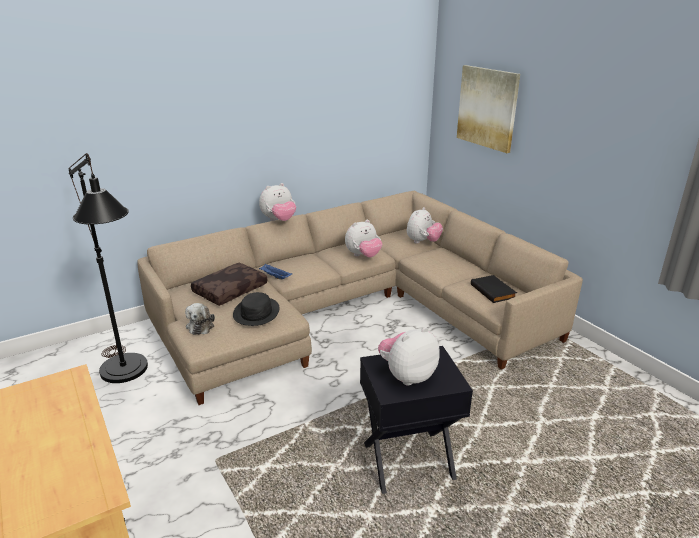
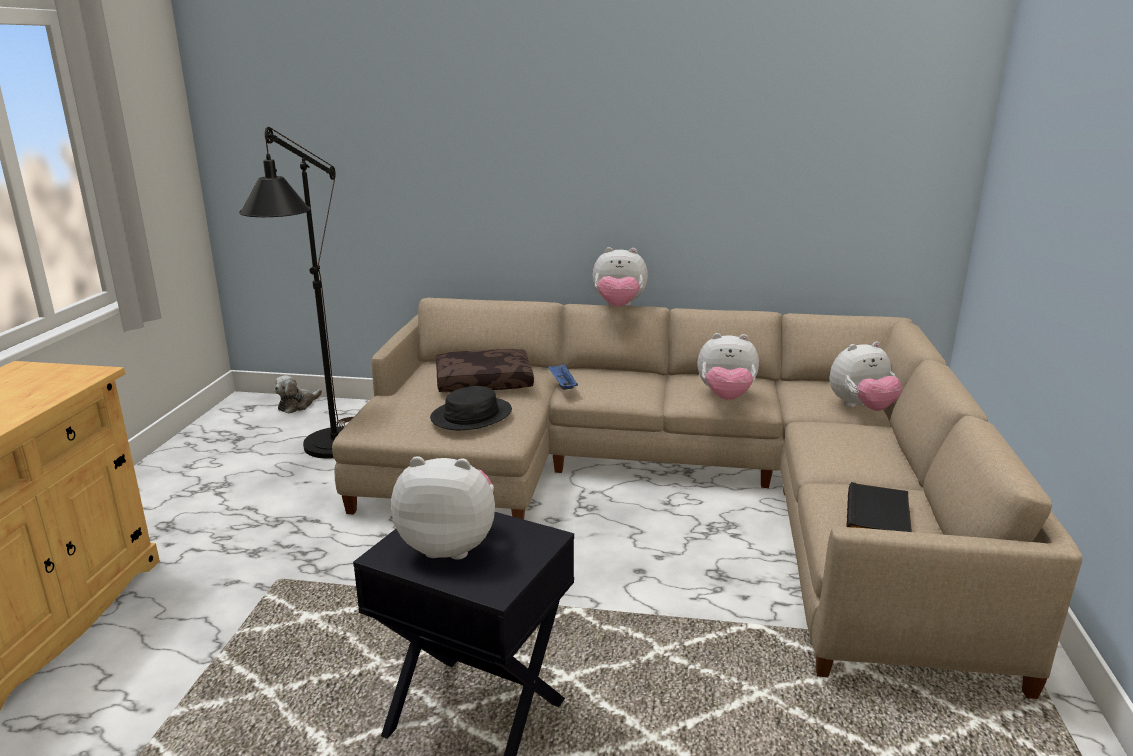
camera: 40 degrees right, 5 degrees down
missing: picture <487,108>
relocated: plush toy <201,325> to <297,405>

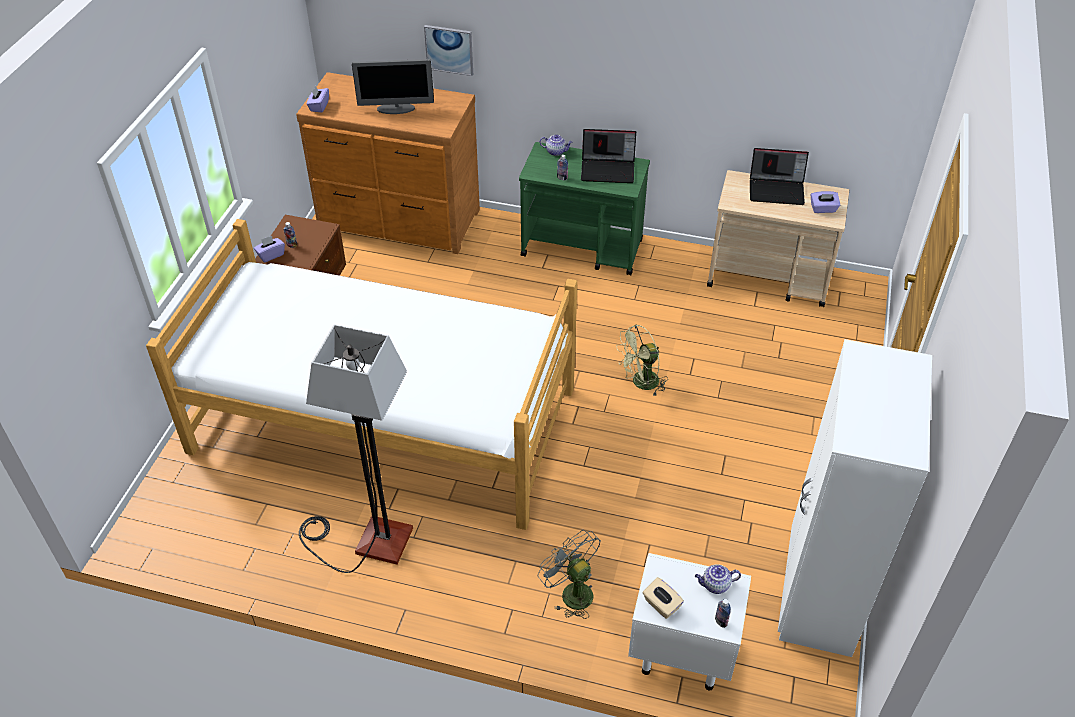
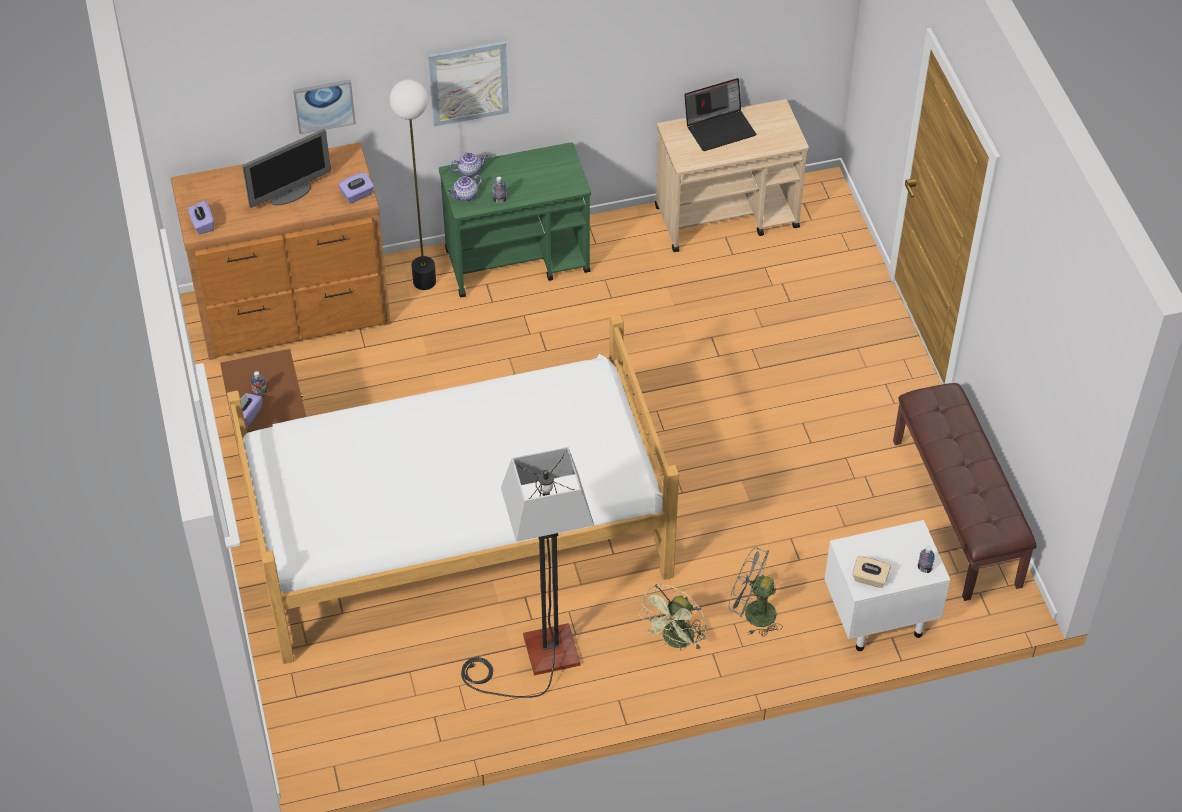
camera: 30 degrees left, 5 degrees up
missing: laptop <608,169>
appeared: floor lamp <425,281>; picture <468,83>
relocated: fan (green) <640,383> to <675,641>; teapot <715,585> to <465,196>; tissue box (purple) <823,209> to <357,195>
exchanged: wardrobe (white) <818,593> to bench (brown) <957,512>

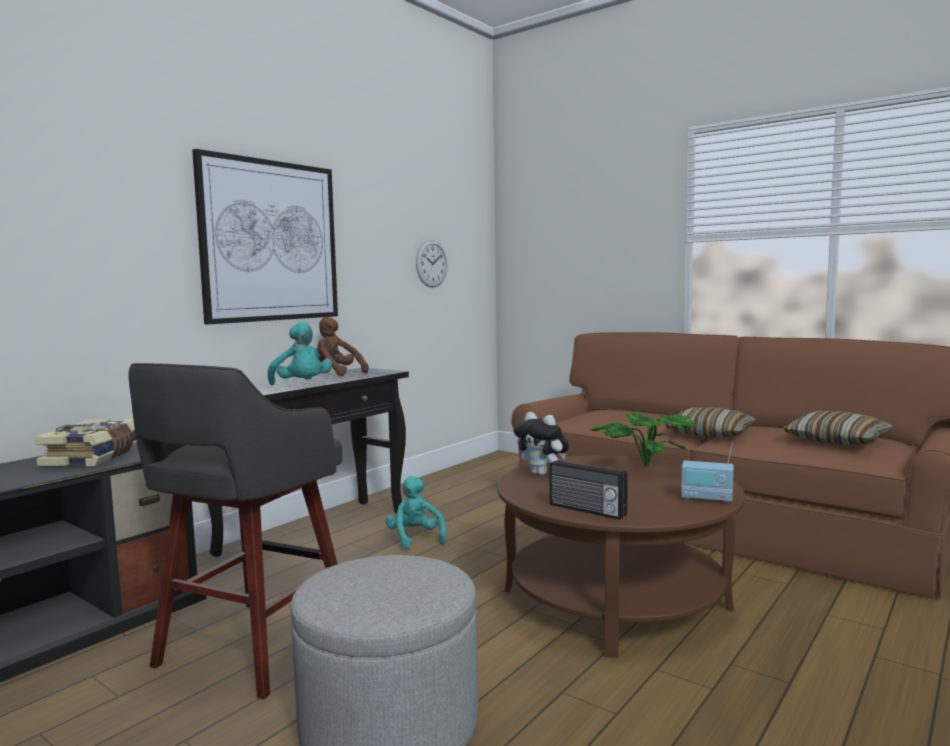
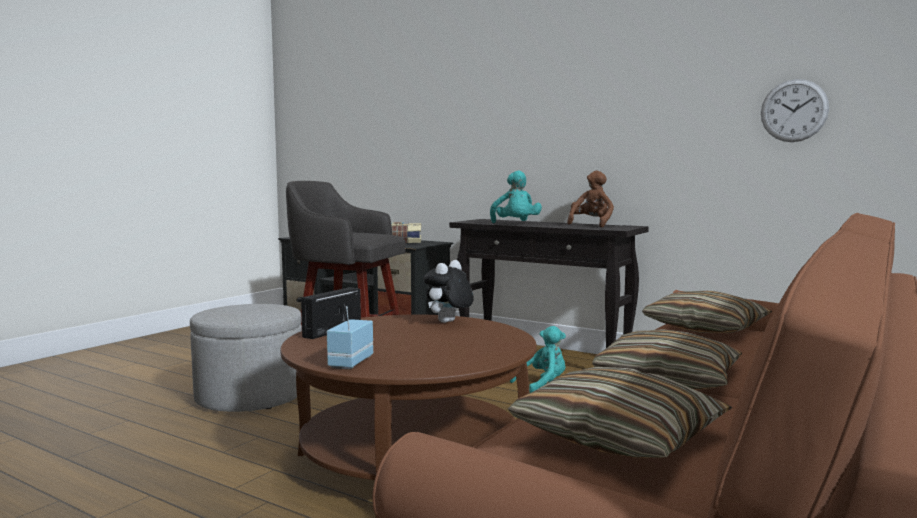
camera: 85 degrees right, 0 degrees up
missing: picture <270,241>; potted plant <643,467>
appeared: pillow <705,328>
spun: plush toy (turquoise) <302,386> = <515,224> 60 degrees counterclockwise

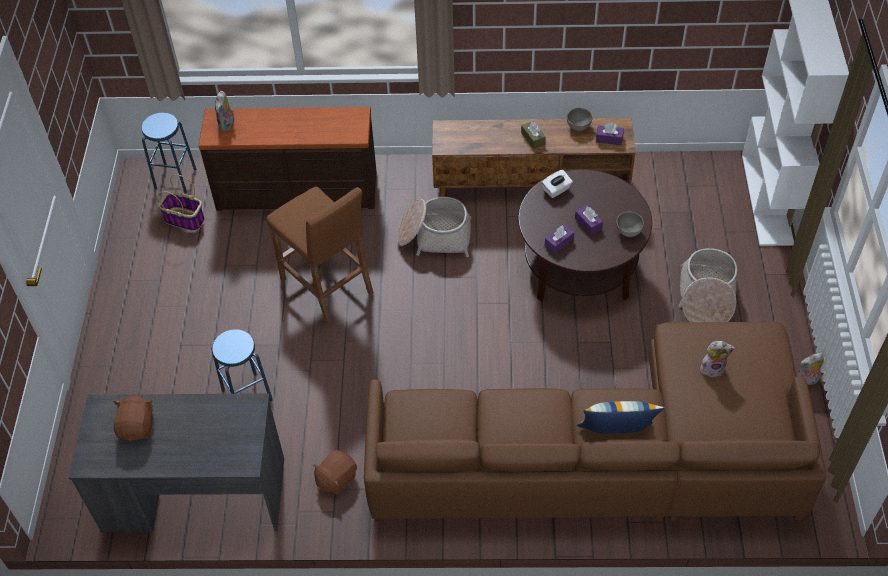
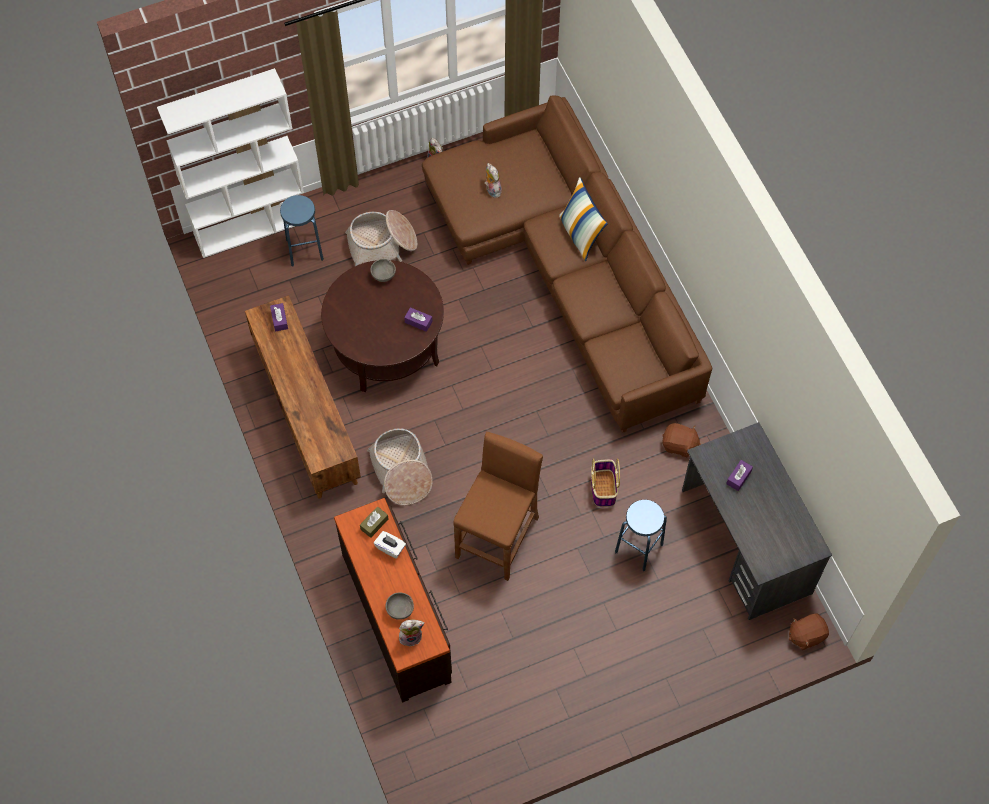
camera: 115 degrees left, 10 degrees up
relocated: plush toy (brown) <137,427> to <806,635>; stool (blue) <175,178> to <304,249>; basket <185,219> to <603,488>; tissue box (brown) <533,138> to <374,524>; tissue box (white) <556,190> to <390,548>; bowl (grey) <578,126> to <400,610>; tissue box (purple) <588,223> to <738,477>

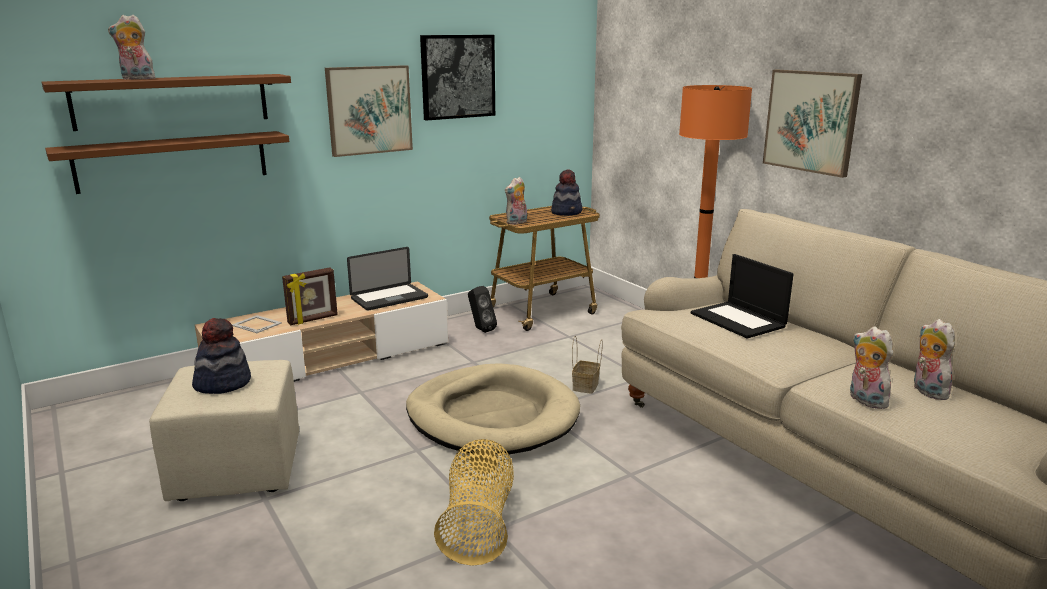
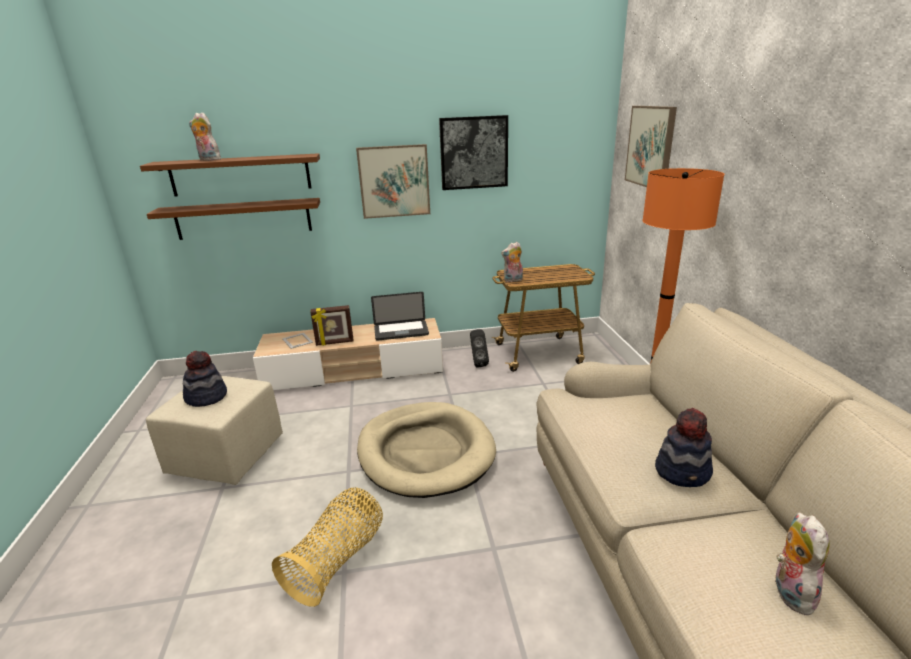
camera: 25 degrees right, 5 degrees up
missing: basket <586,387>; laptop <739,320>; plush toy <864,400>
relocated: hat <567,212> to <683,471>; picture <811,121> to <650,146>

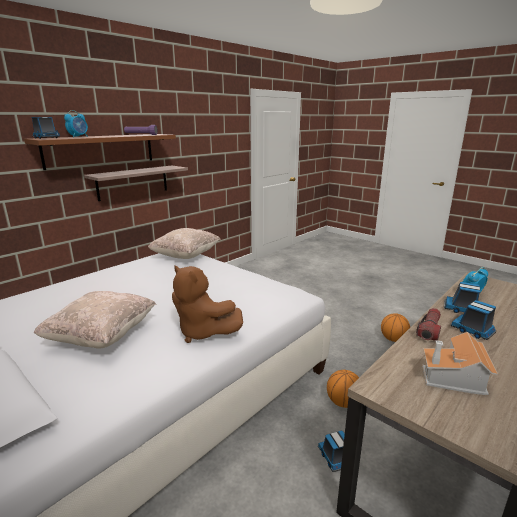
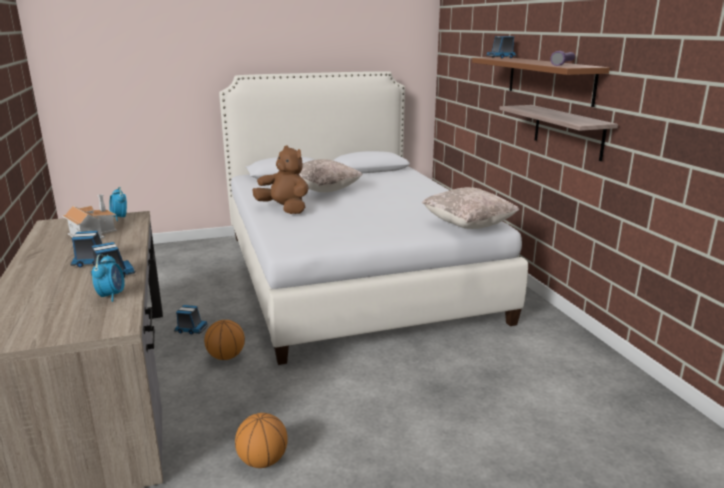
camera: 120 degrees right, 0 degrees up
missing: flashlight <429,330>
relocated: alarm clock <78,137> to <119,218>
spun: plush toy (brown) <202,332> = <284,209> 60 degrees clockwise

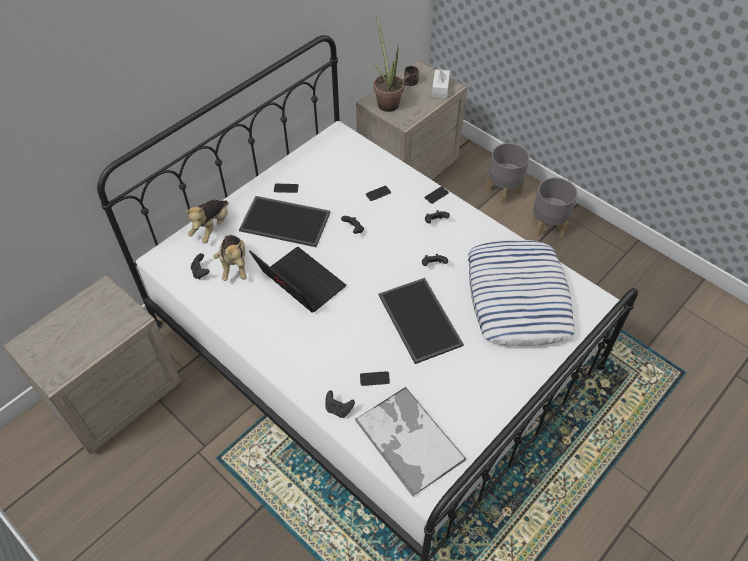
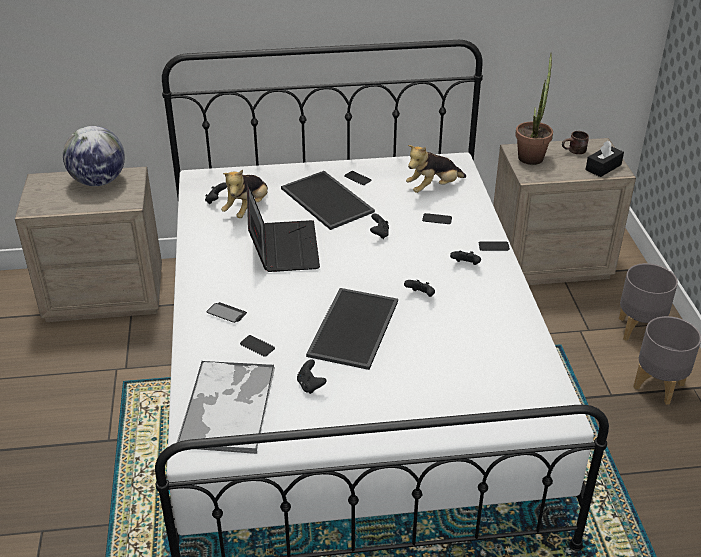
camera: 40 degrees right, 15 degrees down
missing: pillow <517,298>
appeared: globe <98,181>; phone <226,313>
relocated: plush toy <211,228> to <433,188>; game controller (black) <338,409> to <310,385>
colour: tissue box (white) <440,88> to tissue box (black) <603,167>

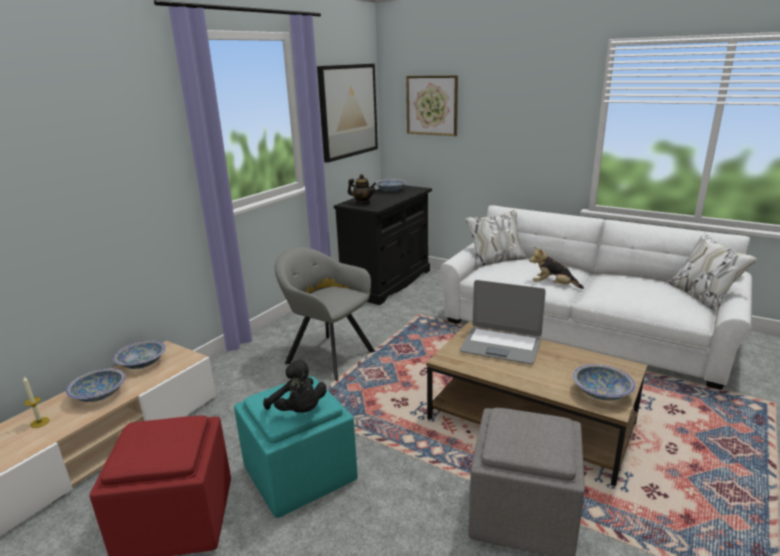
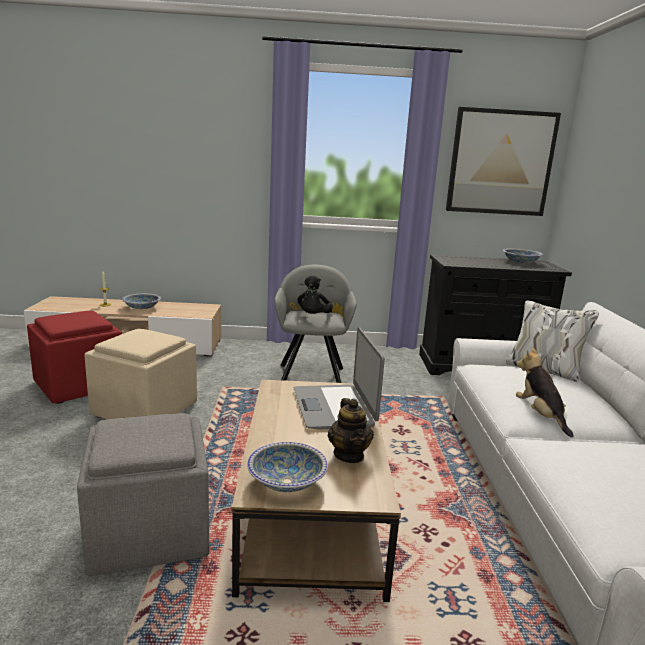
camera: 55 degrees right, 5 degrees down
missing: bowl <142,363>; picture <432,105>
relocated: plush toy (black) <299,411> to <313,317>; teapot <362,203> to <349,455>
colour: ottoman (turquoise) <299,475> to ottoman (beige) <144,410>

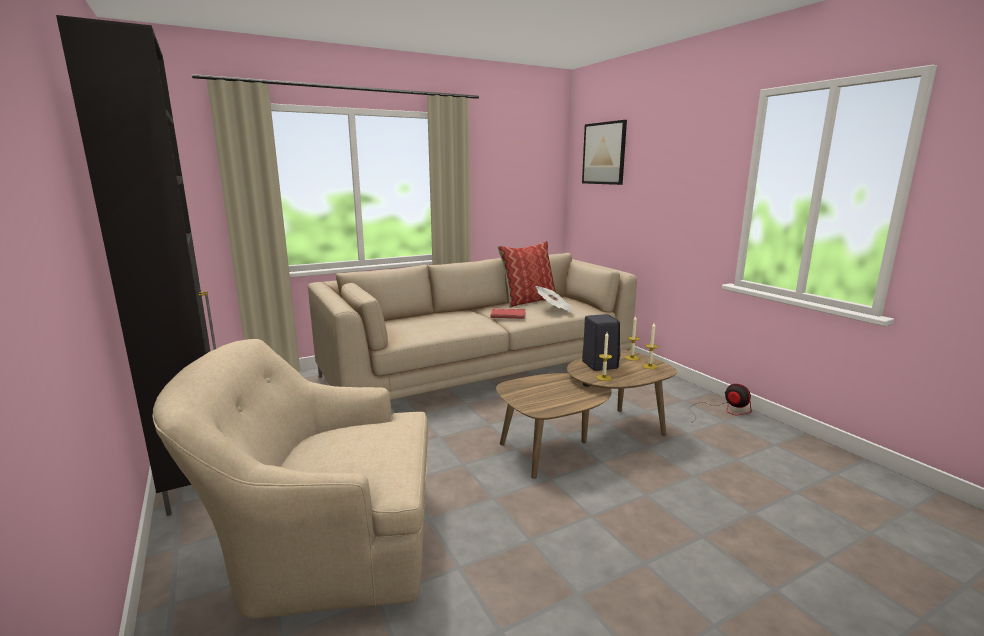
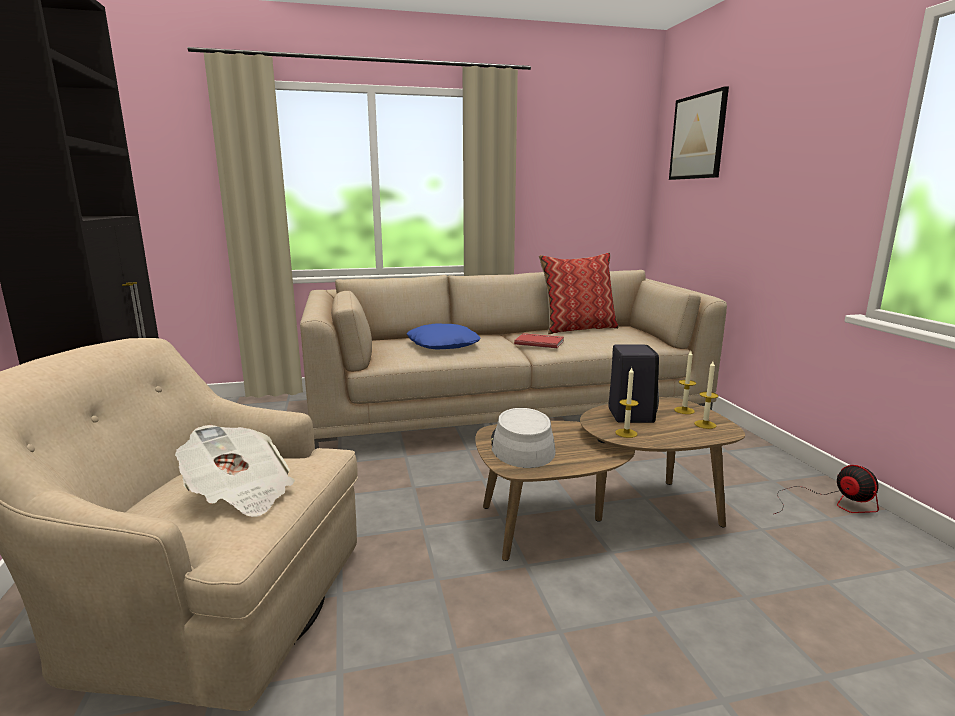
camera: 15 degrees right, 0 degrees up
appeared: pillow (blue) <443,344>; hat (grey) <521,446>
relocated: newspaper <555,309> to <240,494>

